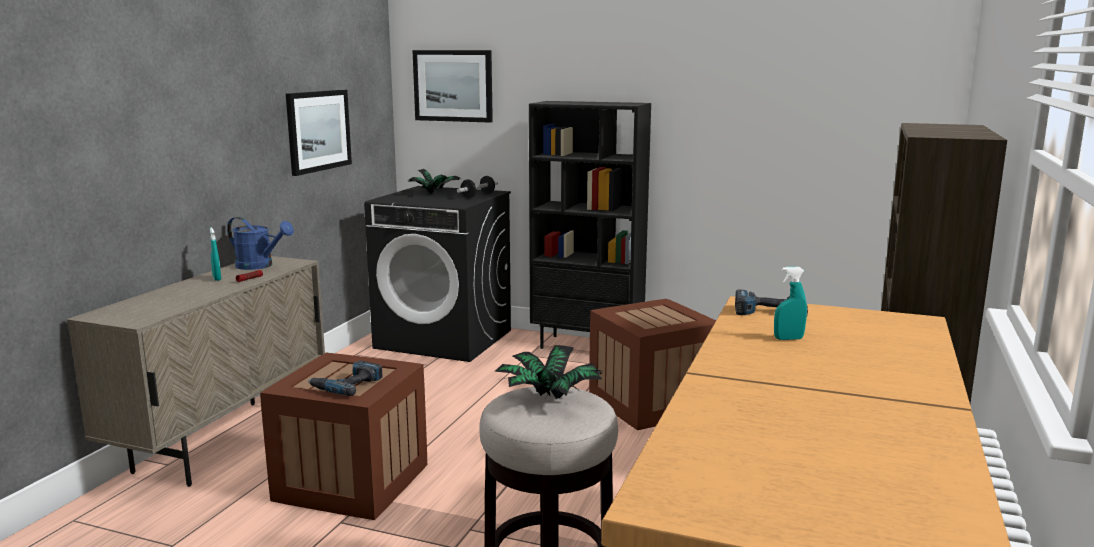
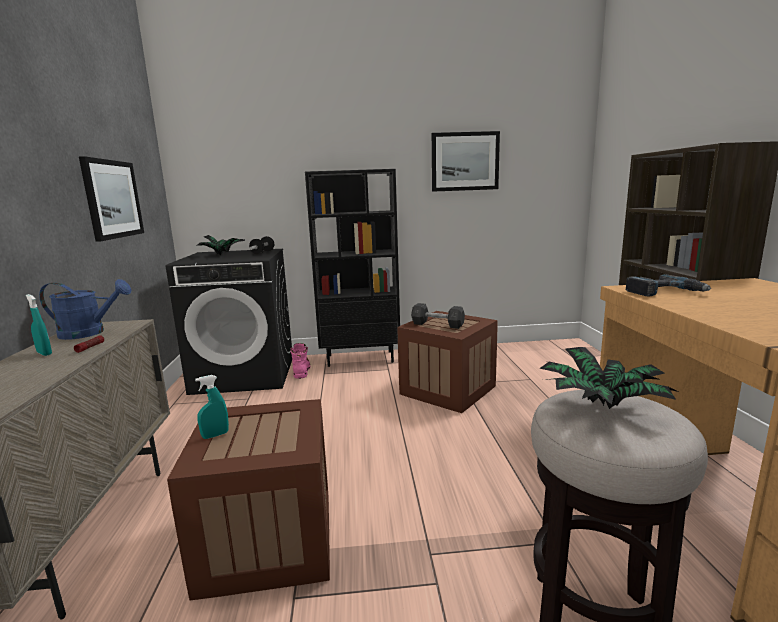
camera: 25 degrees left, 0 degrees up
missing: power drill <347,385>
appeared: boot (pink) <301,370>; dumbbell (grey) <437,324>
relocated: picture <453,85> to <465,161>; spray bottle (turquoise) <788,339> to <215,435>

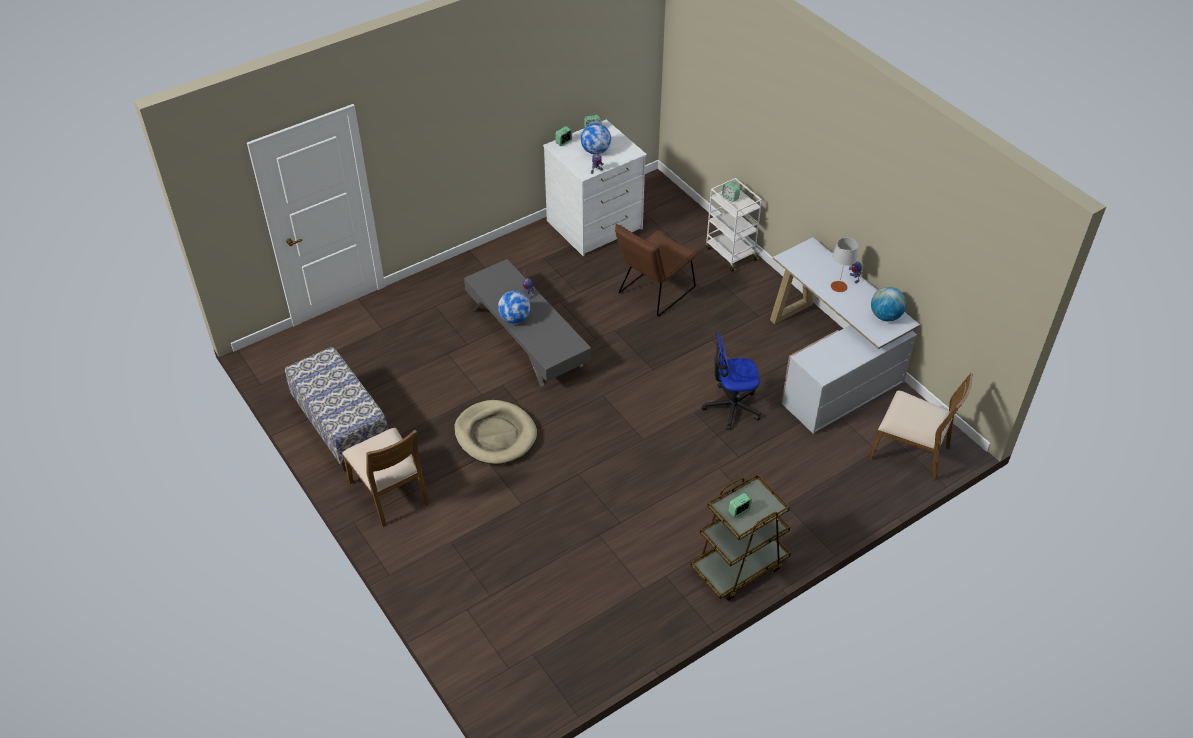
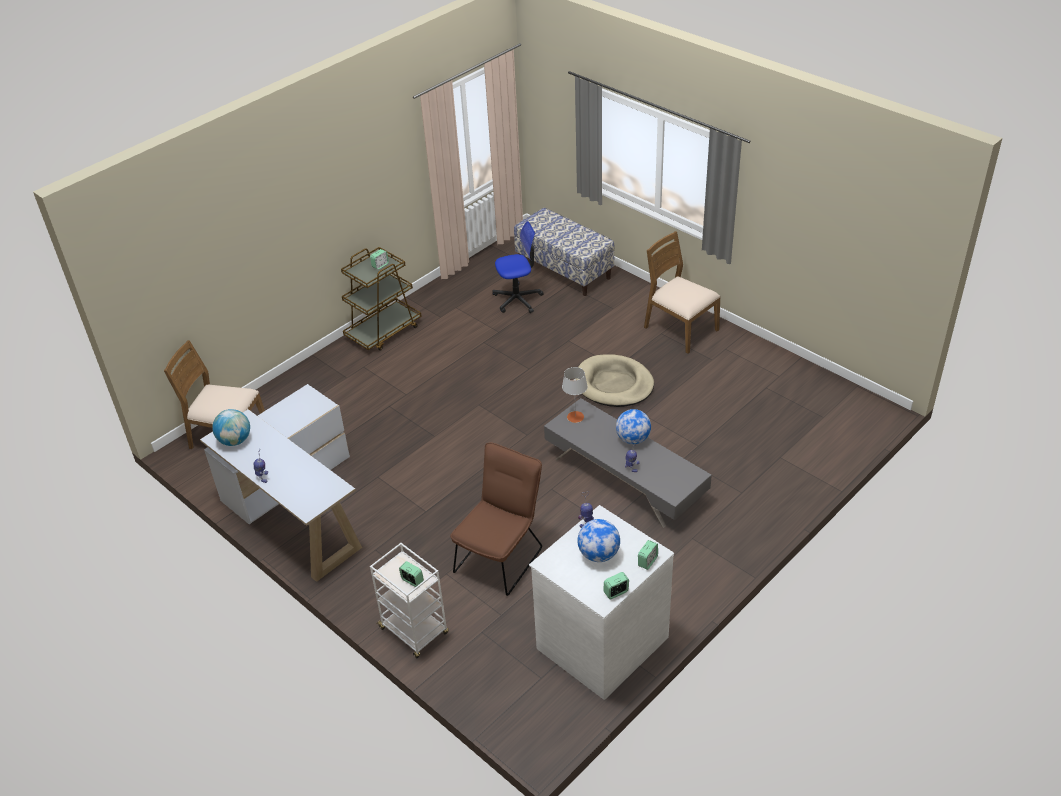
camera: 170 degrees right, 5 degrees down
relocated: bench <341,427> to <564,270>; office chair <732,407> to <517,299>; table lamp (grey) <839,286> to <575,417>

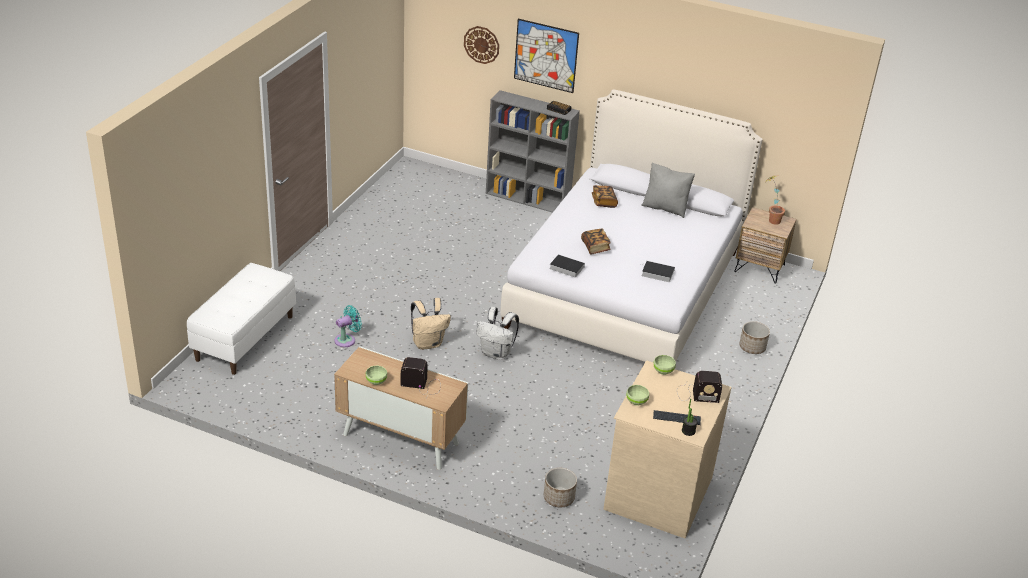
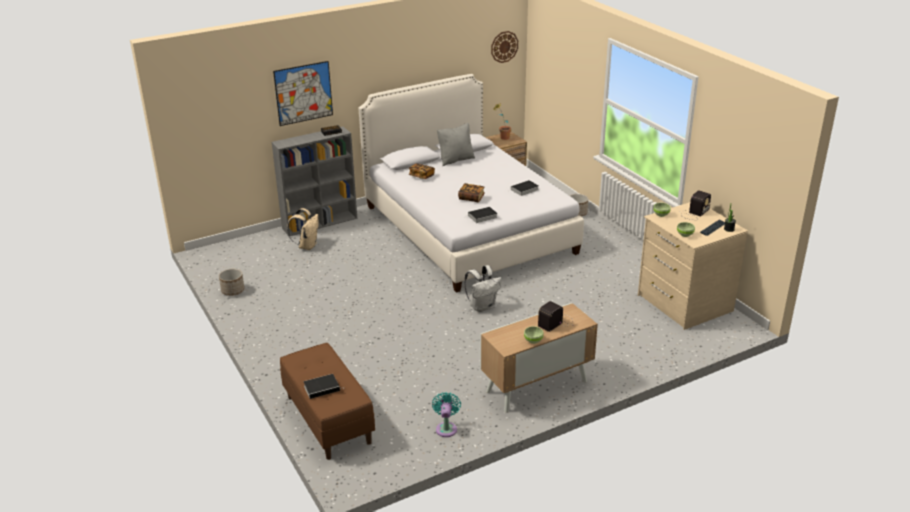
camera: 50 degrees left, 5 degrees down
appeared: book <322,388>
relocated: fan (turquoise) <347,340> to <446,428>; backpack (beige) <428,343> to <307,246>; wall clock <481,44> to <504,46>; planter <558,497> to <232,291>
colour: bench (white) <245,337> to bench (brown) <327,419>

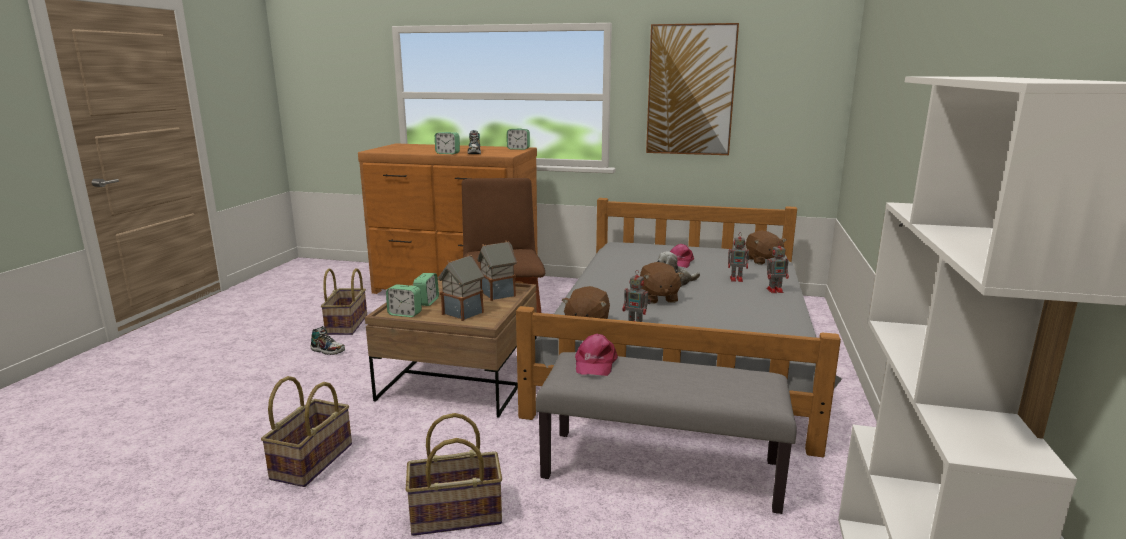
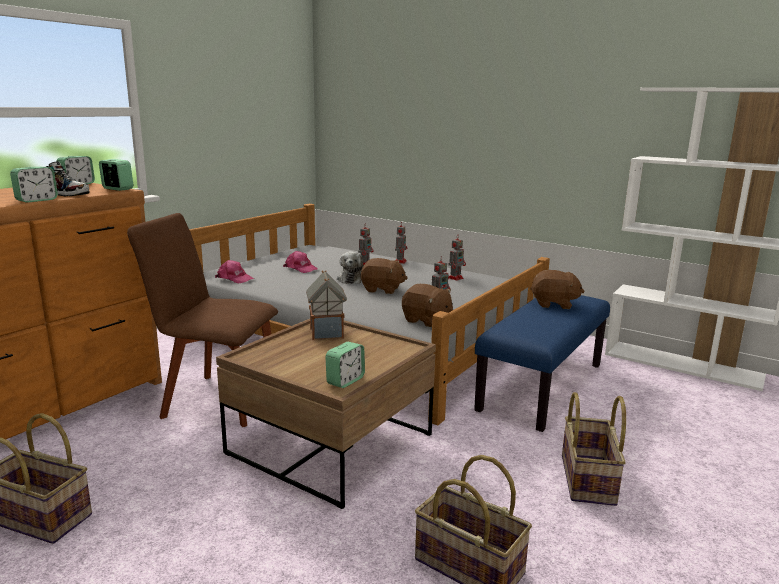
camera: 70 degrees left, 0 degrees up
missing: shoe <328,350>; toy house <463,313>; picture <690,90>
appeared: toy robot <456,278>
relocated: alarm clock <427,302> to <117,189>; cap (pink) <595,363> to <234,278>; plush toy (brown) <762,260> to <554,304>
colour: bench (grey) <661,469> to bench (blue) <541,386>

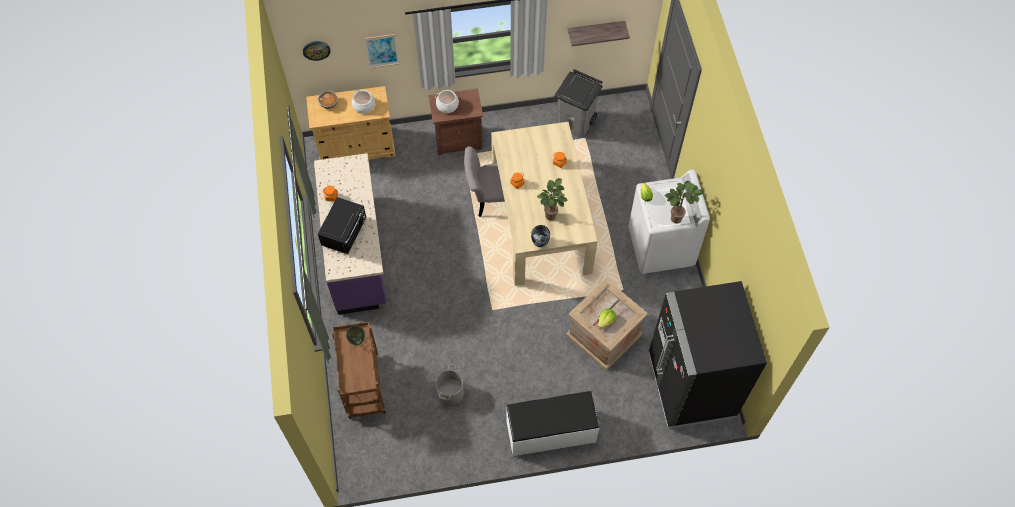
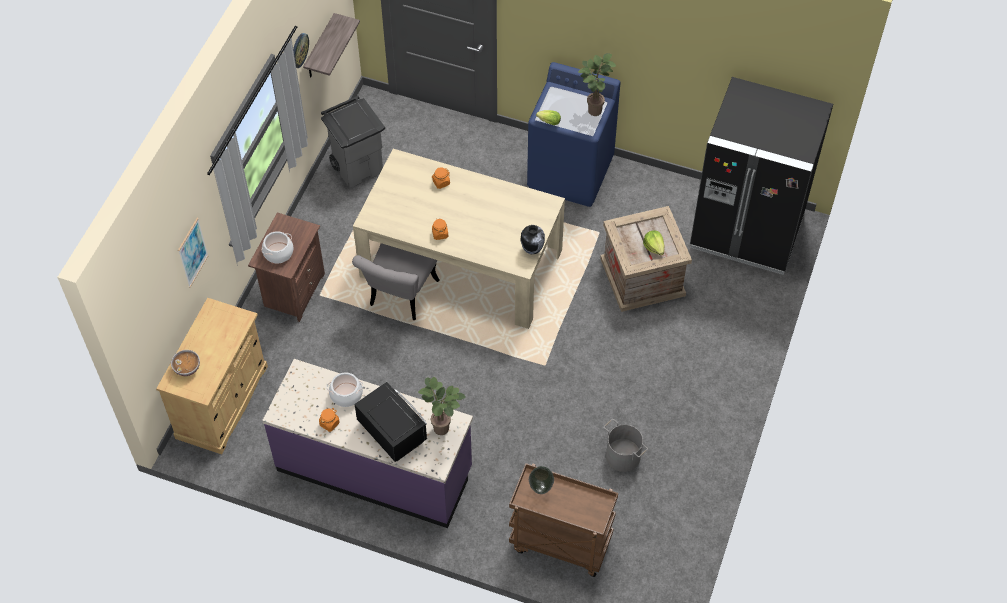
camera: 60 degrees left, 5 degrees down
missing: bench (white) <551,432>
relocated: wall clock <316,50> to <299,50>; cooking pot <364,106> to <346,394>; potted plant <551,217> to <444,429>
colour: washing machine (white) <661,247> to washing machine (blue) <571,173>

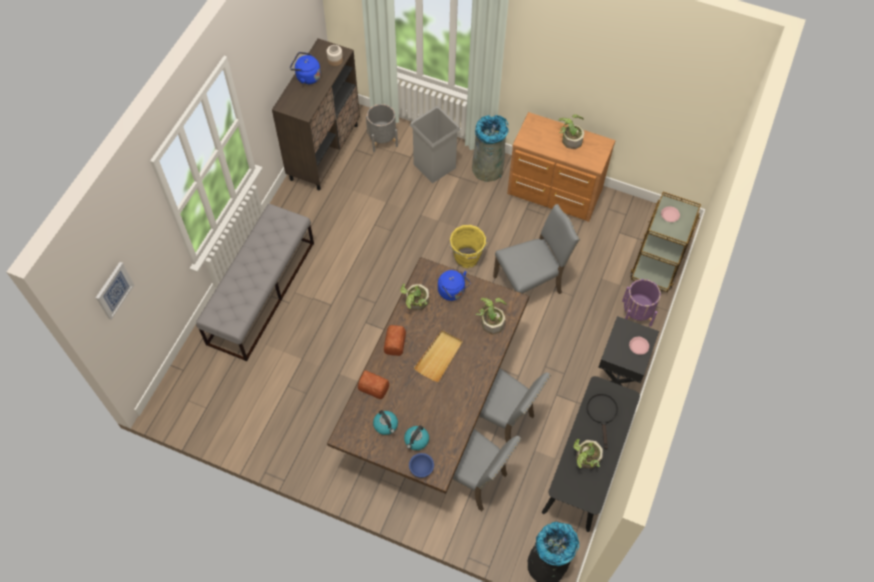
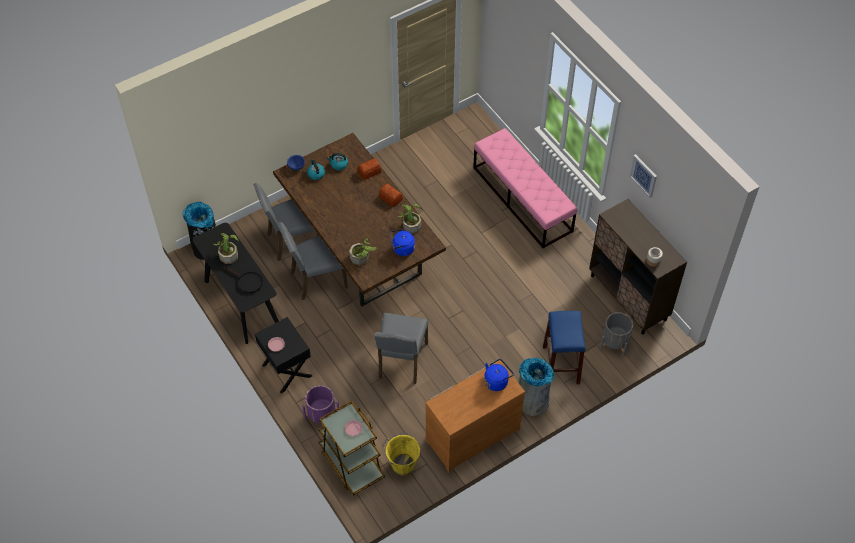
camera: 125 degrees right, 5 degrees down
missing: tray (beige) <439,356>; potted plant <570,139>
relocated: picture <114,290> to <643,175>; kettle (blue) <306,77> to <497,381>; bucket (yellow) <467,259> to <402,464>
exchanged: trash can (grey) <435,165> to stool (blue) <561,365>
colour: bench (grey) <261,292> to bench (pink) <522,199>

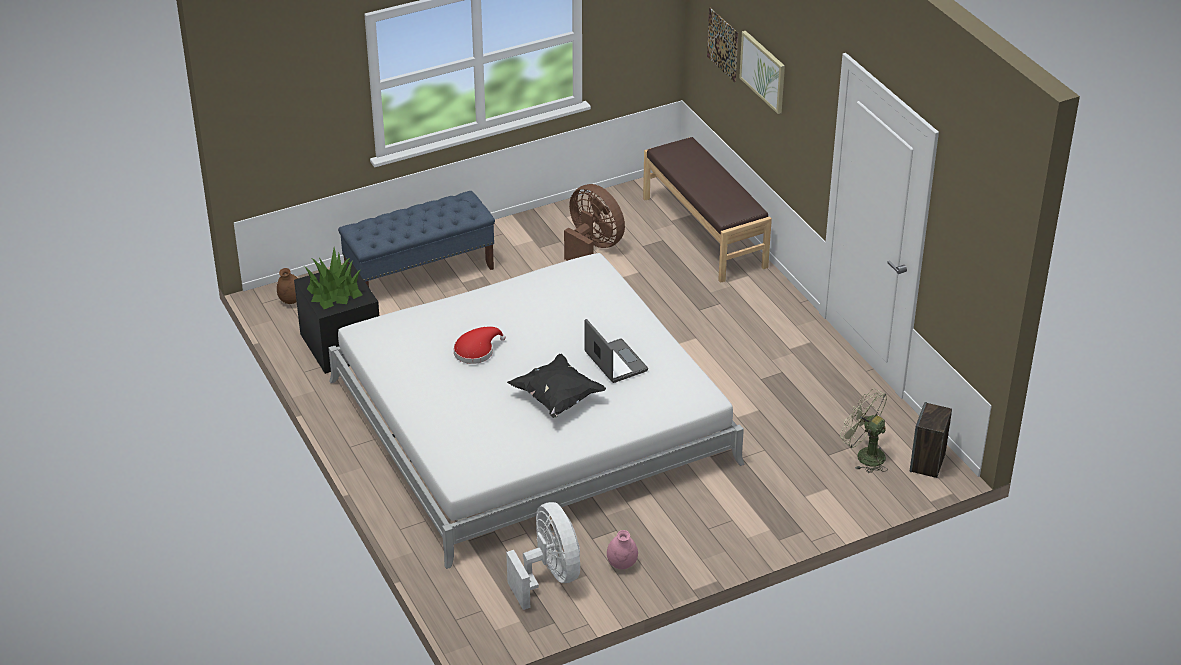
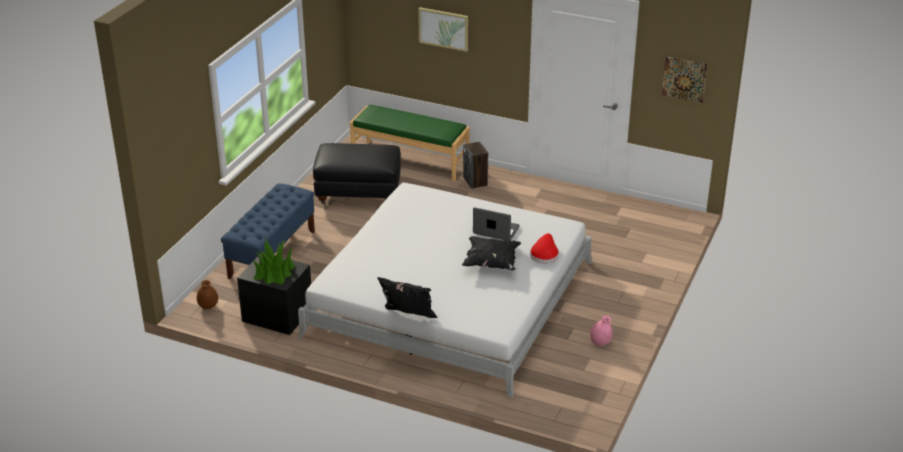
camera: 40 degrees left, 5 degrees down
missing: fan (white) <549,577>; fan (green) <864,455>
appeared: pillow (black) <408,318>
relocated: hat (red) <476,351> to <544,254>; picture <722,44> to <684,79>; speaker <927,463> to <475,181>
exchanged: fan (brown) <592,248> to ottoman (black) <358,195>
colour: bench (brown) <705,232> to bench (green) <410,160>

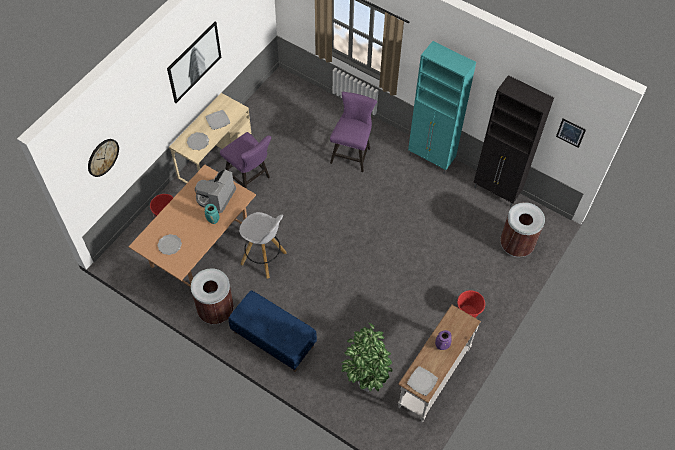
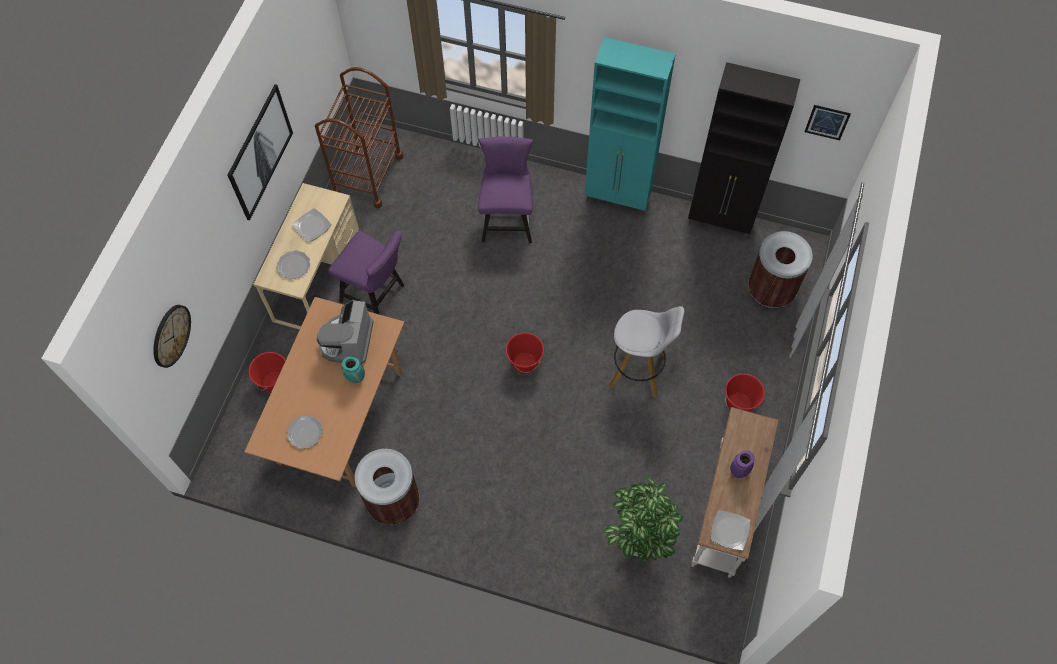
camera: 15 degrees left, 5 degrees up
missing: bench (blue) <273,339>
appeared: cart (brown) <368,175>; bucket (red) <524,363>
relocated: stool (white) <264,258> to <638,370>

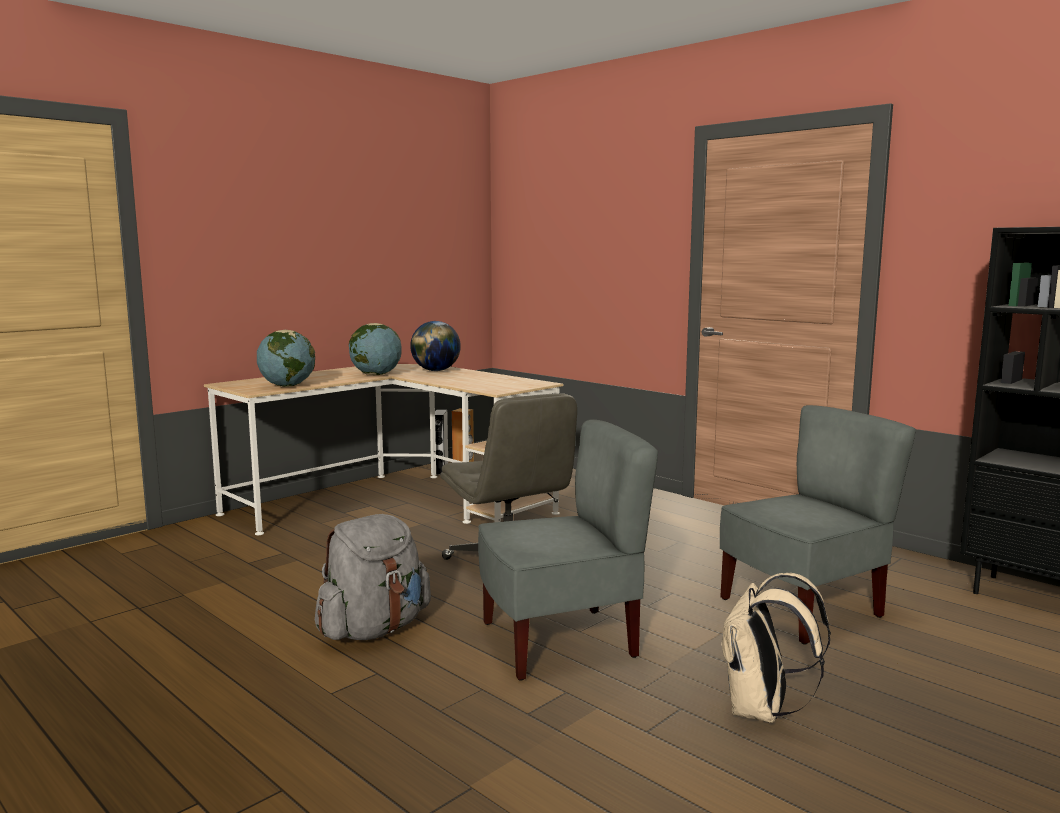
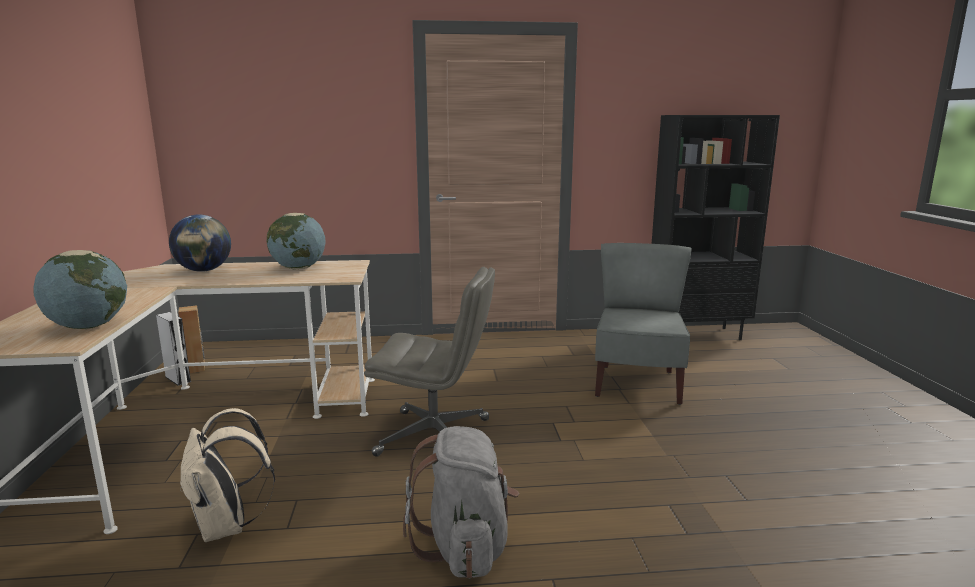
camera: 50 degrees left, 5 degrees up
missing: chair (grey) <560,641>
relocated: globe <376,374> to <298,268>; backpack (beige) <762,711> to <227,526>

